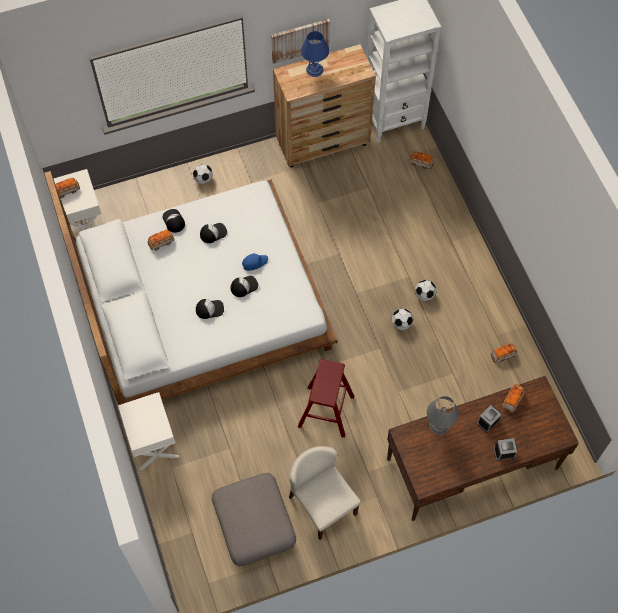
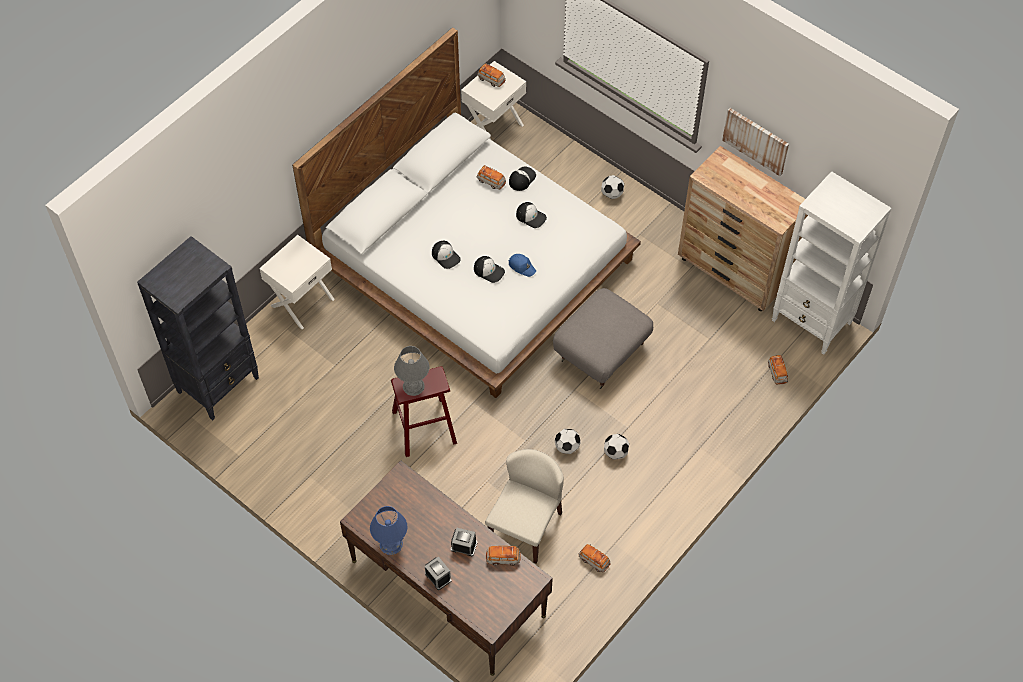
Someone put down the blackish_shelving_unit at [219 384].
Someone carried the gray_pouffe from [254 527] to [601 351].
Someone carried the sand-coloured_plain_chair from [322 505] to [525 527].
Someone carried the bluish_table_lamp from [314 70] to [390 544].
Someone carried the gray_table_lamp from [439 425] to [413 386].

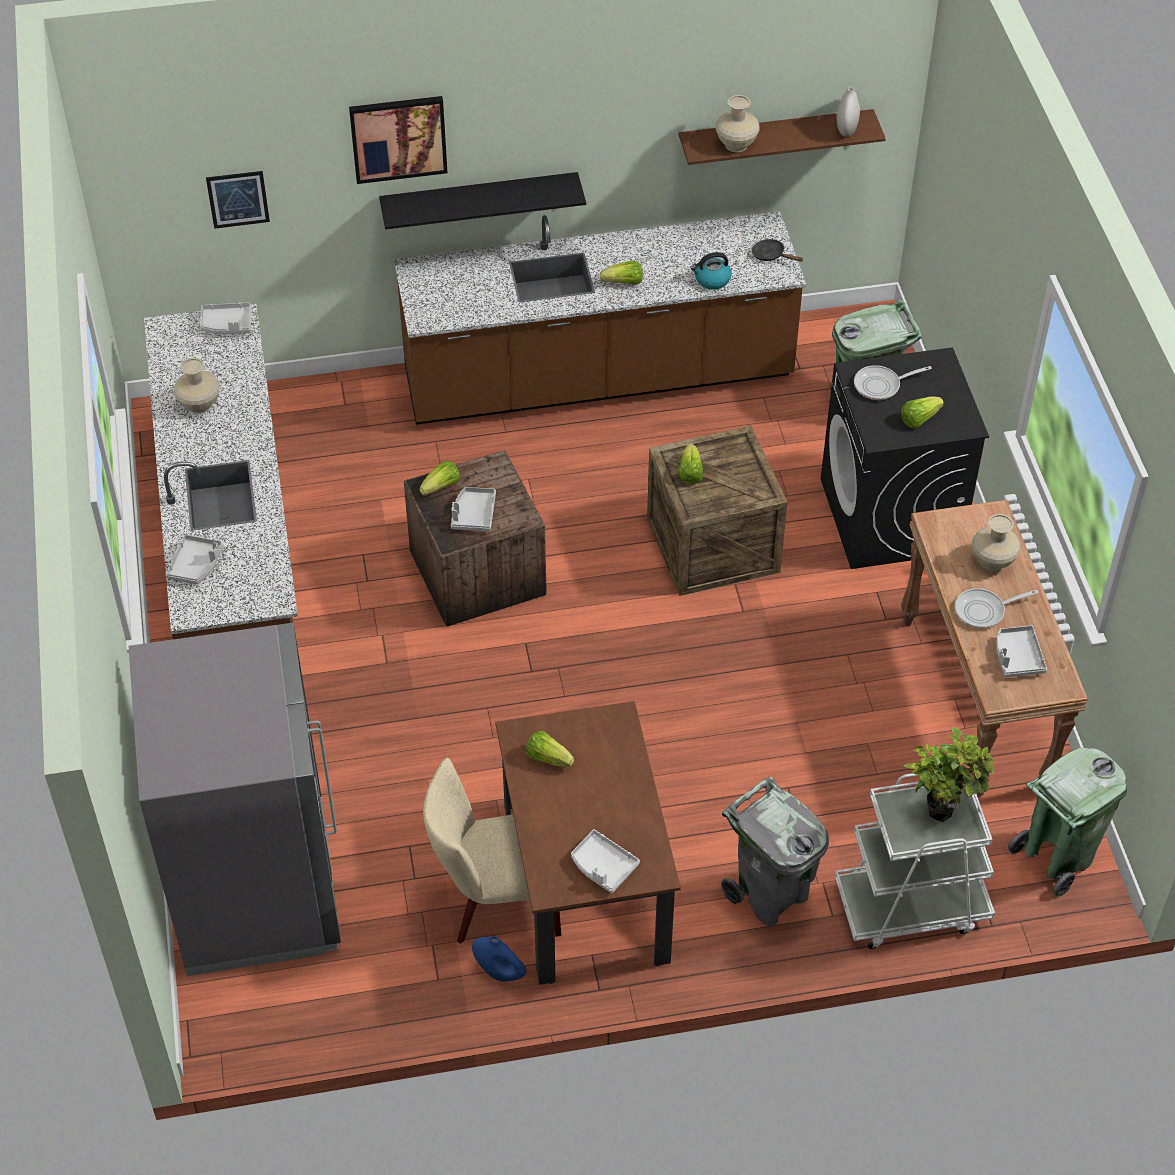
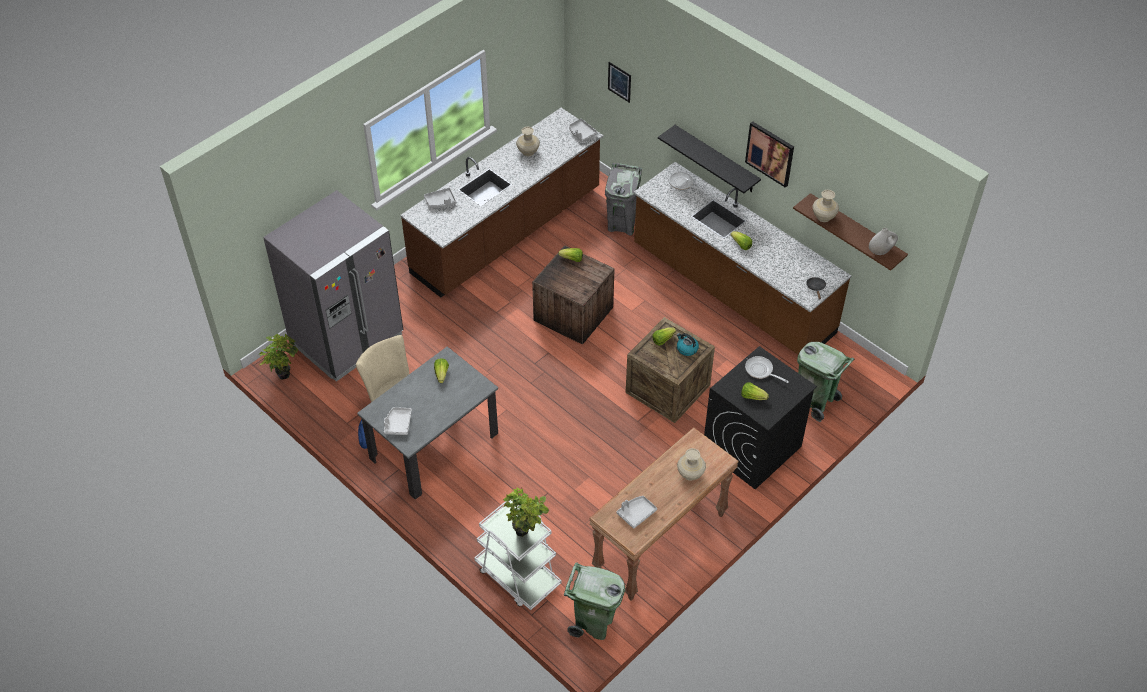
Someone took away the gray_serving_tray at [473 515].
Someone put down the potted_plant at [283 373].
Someone carried the wall_art from [398 138] to [770 153].
Someone carried the water_kettle from [711 280] to [686 349].
Someone carried the gray_trash_can from [770 895] to [622 224].
Someone carried the skillet from [984 611] to [682 184].
Someone repainted the brown-coloured_kitchen_table at [585 884], which became the gray_kitchen_table at [434 446].

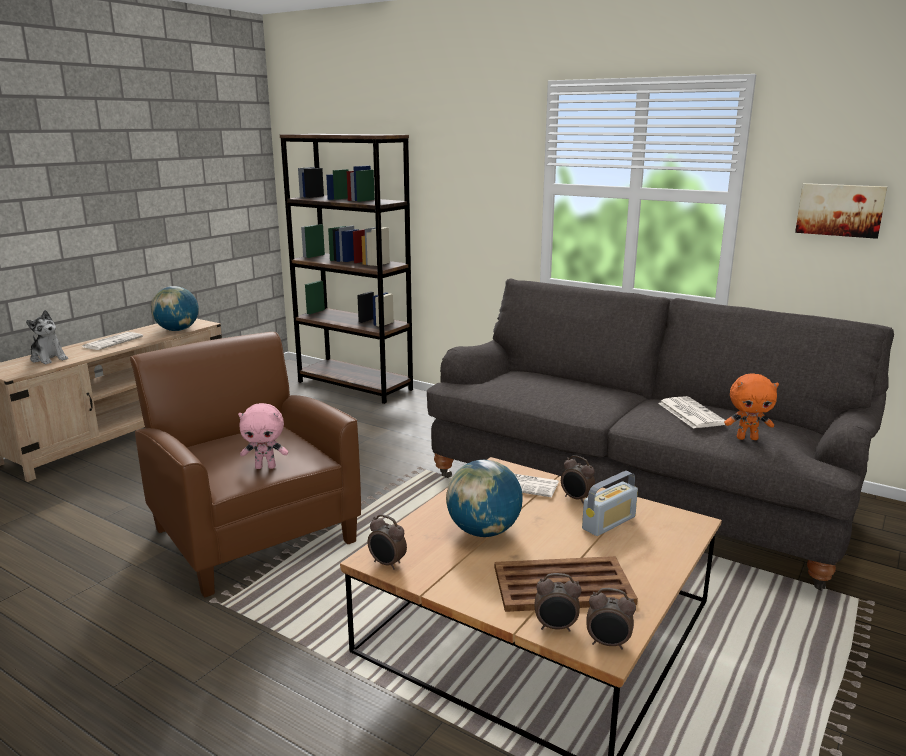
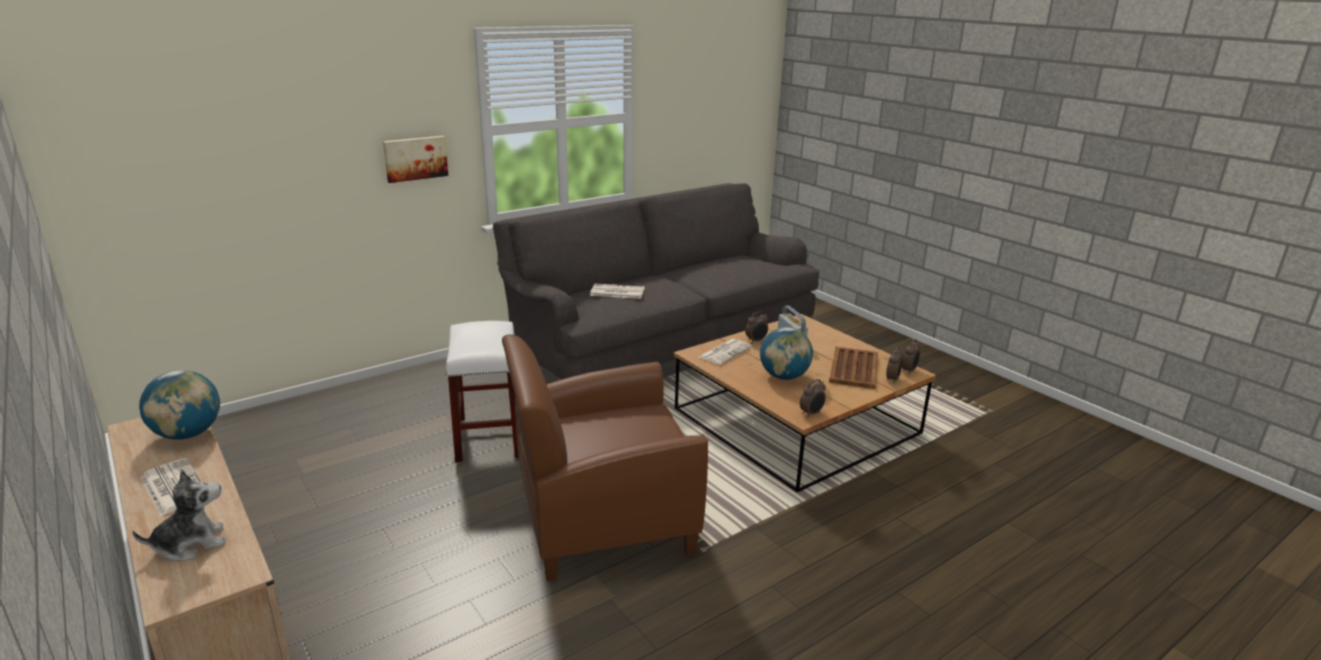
Someone took away the pink-coloured_cuddly_toy at [266 467].
Someone took away the brown-coloured_shelving_unit at [355 386].
Someone took away the orangey_cuddly_toy at [747 438].
Someone put down the whitish_stool at [488 437].
Someone carried the daily_paper from [690 413] to [616 292].
Someone carried the wall_art from [840 210] to [415 158].

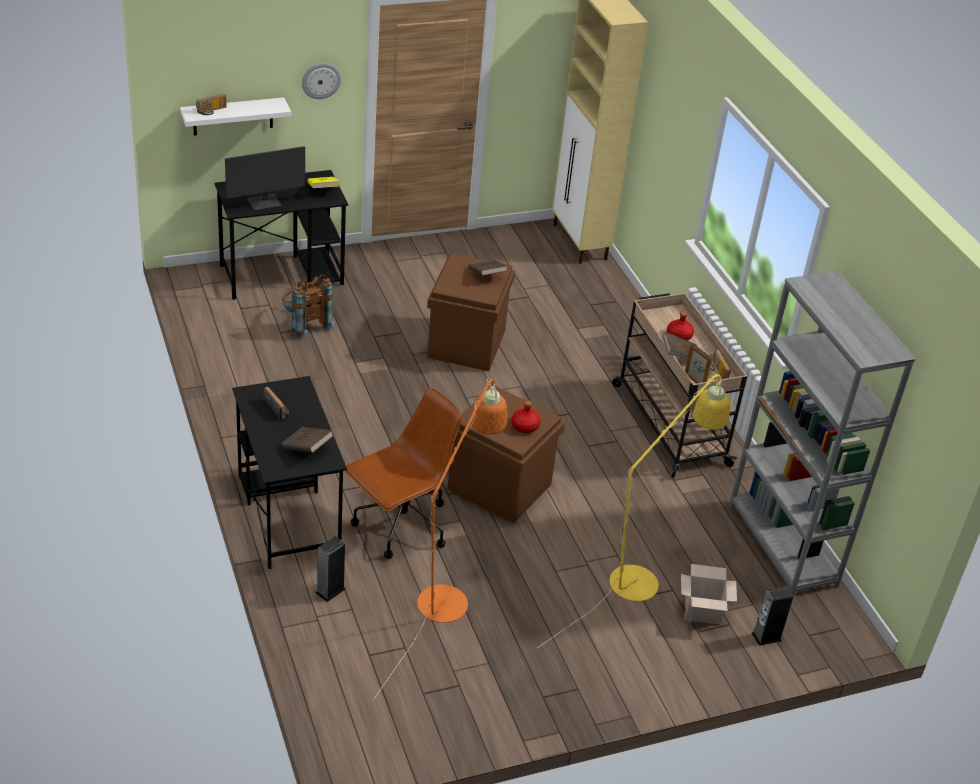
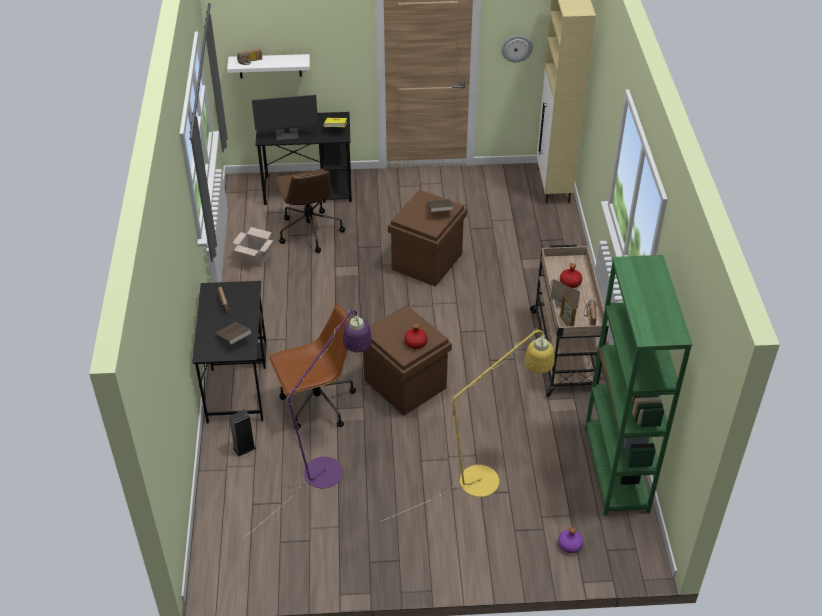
Someone carried the clock_on_the_wall from [321 80] to [516 48].
Someone carried the packing_box from [701 611] to [254 259].
Someone swapped the brown-coloured_knapsack at [305 324] for the brown-coloured_office_chair at [309 231].
Someone swapped the speaker at [766 637] for the purple-coloured_bottle at [570 545].
Someone repainted the orangey_standard_lamp at [448 594], which became the purple-coloured_standard_lamp at [330 465].
Someone repainted the gray_shelving_unit at [782 545], which became the greenish_shelving_unit at [616 469].

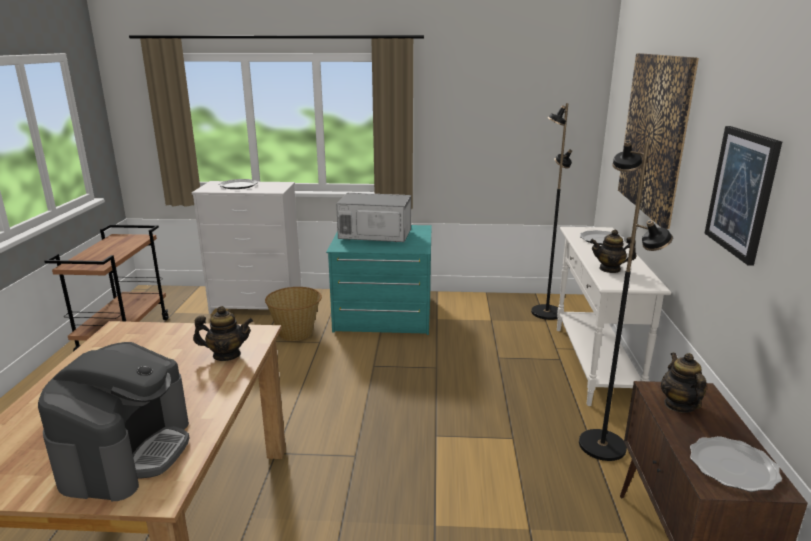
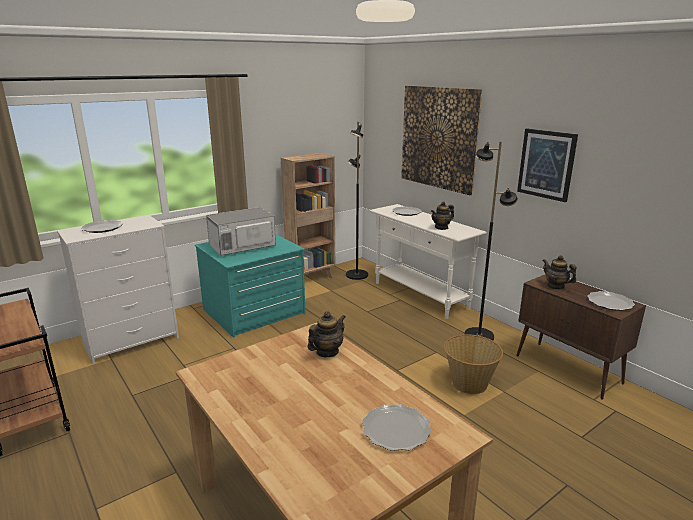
Someone put down the brown-coloured_shelving_unit at [311 278].
Someone carried the basket from [296 333] to [469 383].
Someone swapped the coffee_brewer at [127 452] for the plate at [395 429].

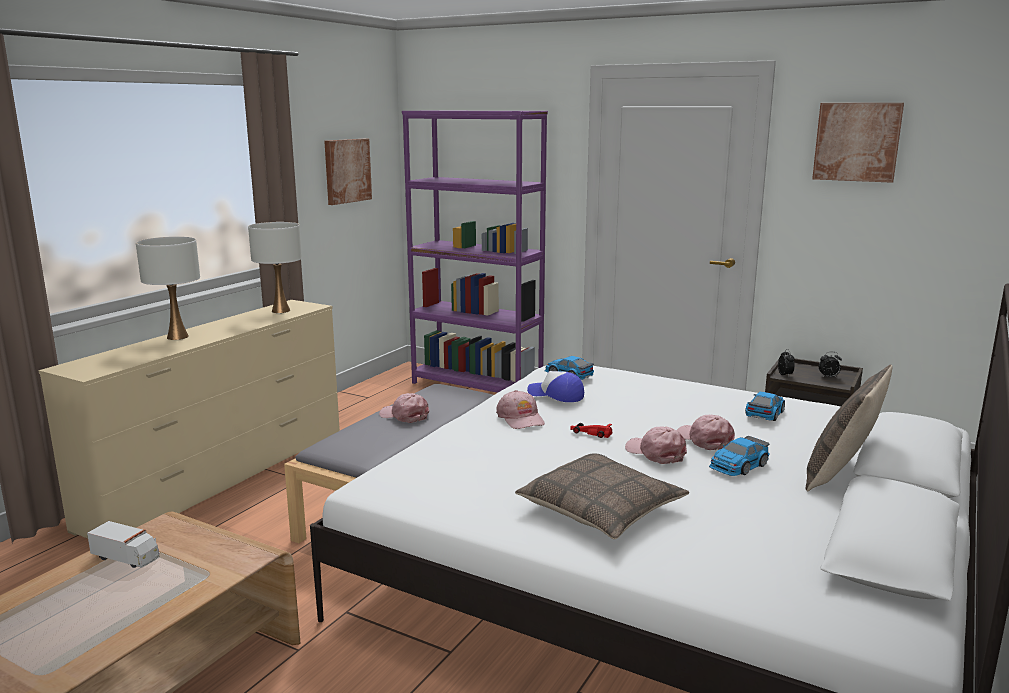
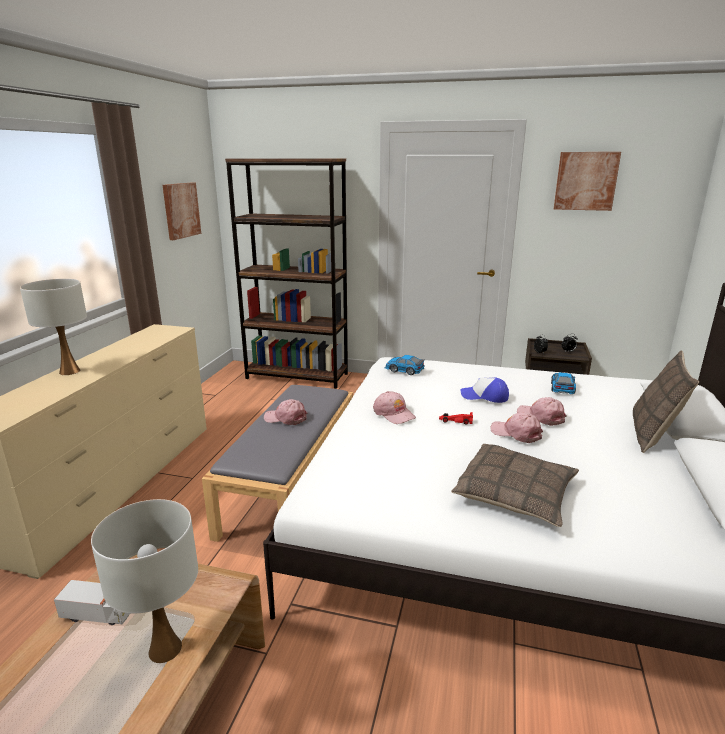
Someone took away the toy_car at [738 466].
Someone carried the whitish_table_lamp from [281 310] to [165 648].
Someone carried the baseball_cap from [556 395] to [484 396].
Someone repainted the purple-coloured_shelving_unit at [477 386], which became the brown-coloured_shelving_unit at [297 376].

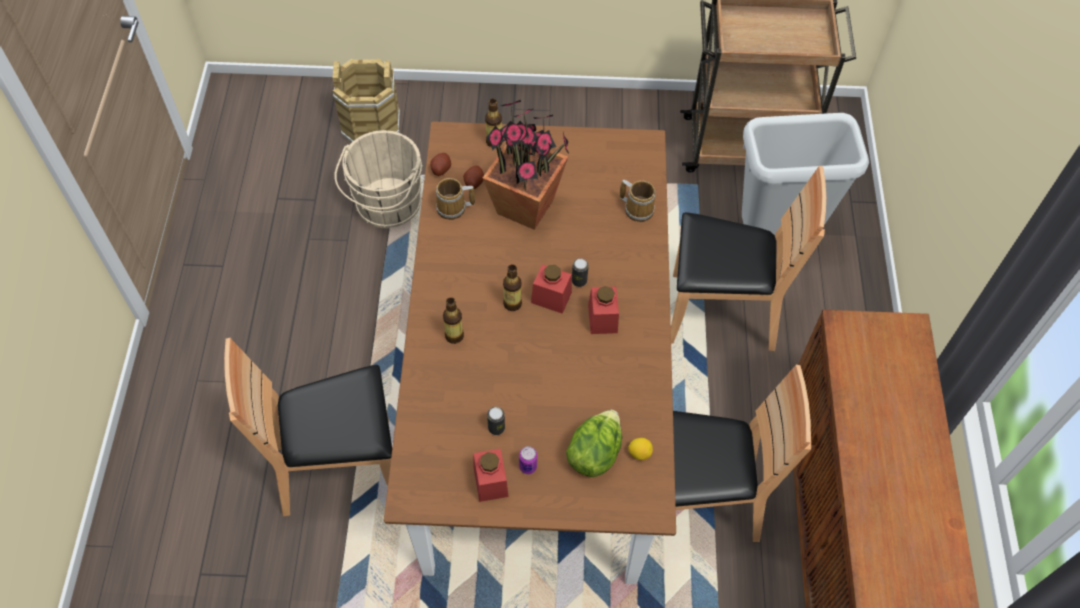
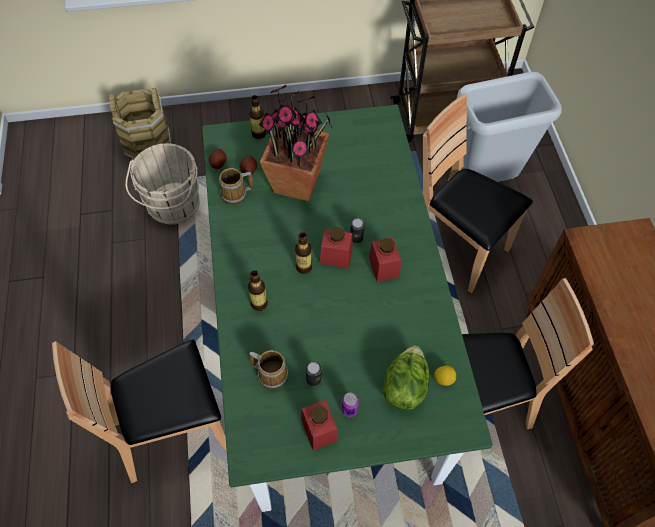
Someone carried the coffee_mug from [637 208] to [271 373].
Someone repainted the brown-coloured_kitchen_table at [539 397], which became the greenish_kitchen_table at [328 341].
Someone rotated the brown-coloured_plain_chair at [720 313] by 135 degrees counterclockwise.

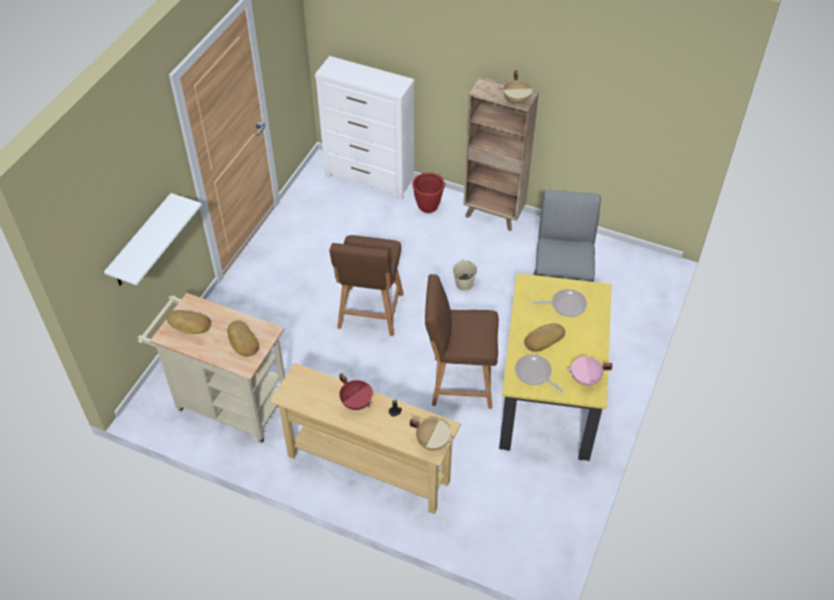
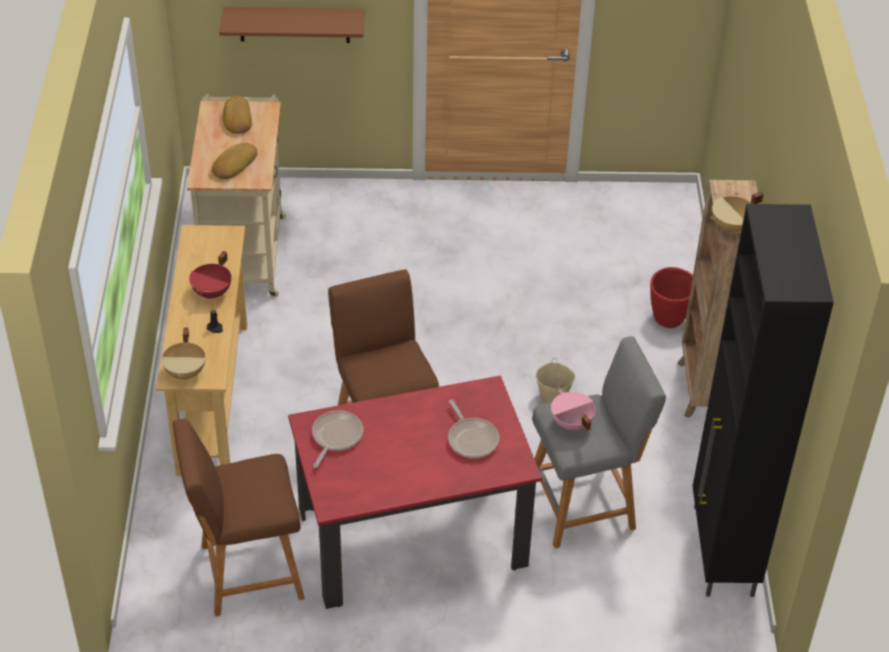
Someone took away the whitish_drawer_chest at [370 179].
Someone took away the bakery_bread at [543 339].
Someone put down the blackish_cabinet at [722 552].
Someone carried the brown-coloured_stool from [370 314] to [245 573].
Someone carried the pink-coloured_cooking_pot from [585 379] to [571 423].
Someone repainted the whitish_shelf at [141 242], which became the brown-coloured_shelf at [294 24].
Someone repainted the yellow-coloured_kitchen_table at [548 396], which became the red-coloured_kitchen_table at [412 538].

